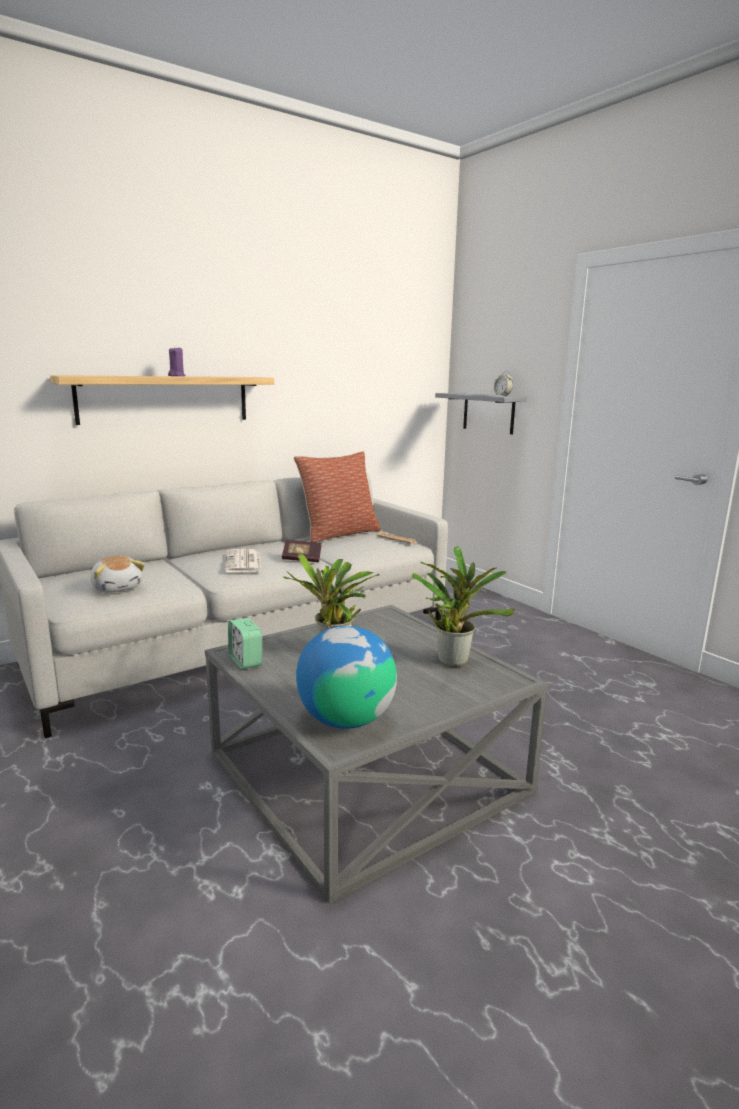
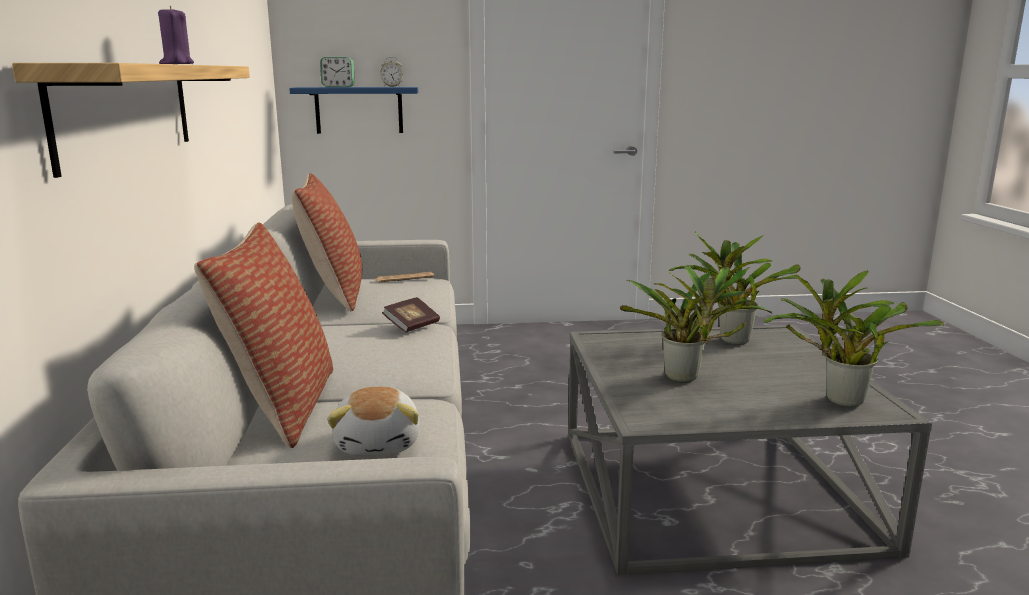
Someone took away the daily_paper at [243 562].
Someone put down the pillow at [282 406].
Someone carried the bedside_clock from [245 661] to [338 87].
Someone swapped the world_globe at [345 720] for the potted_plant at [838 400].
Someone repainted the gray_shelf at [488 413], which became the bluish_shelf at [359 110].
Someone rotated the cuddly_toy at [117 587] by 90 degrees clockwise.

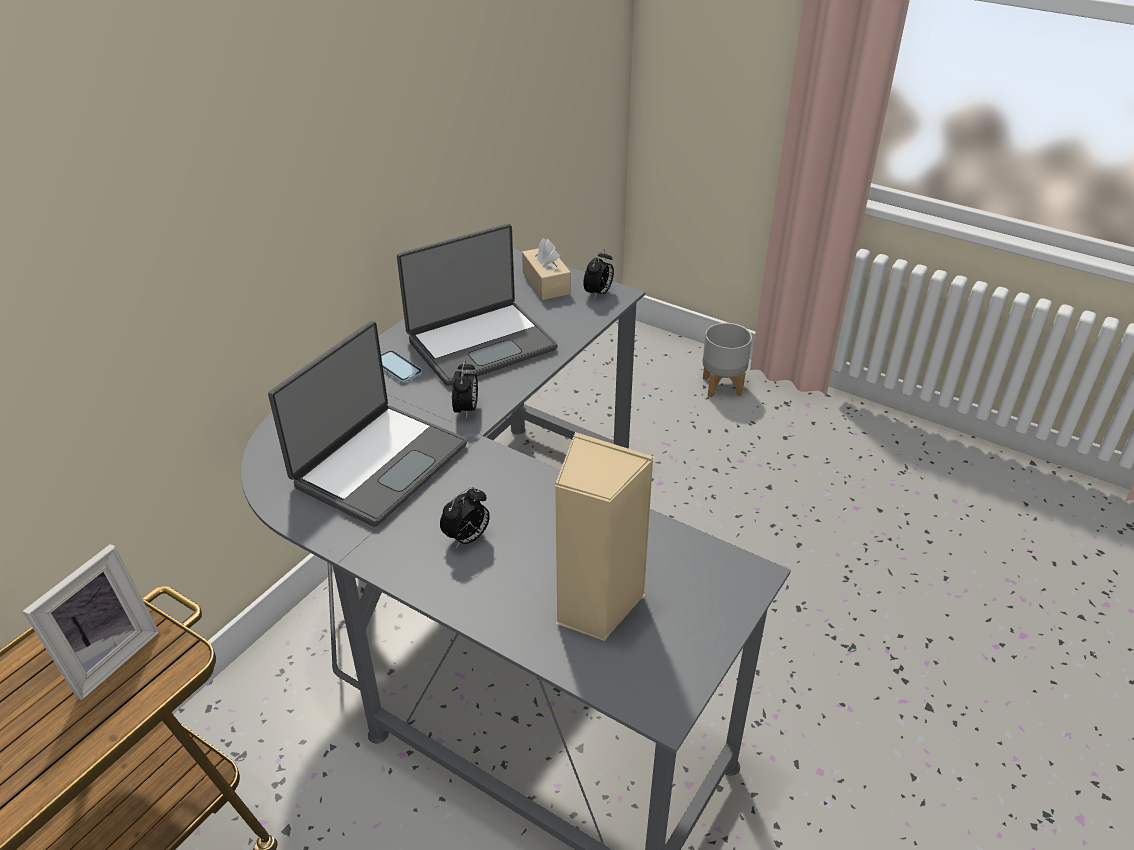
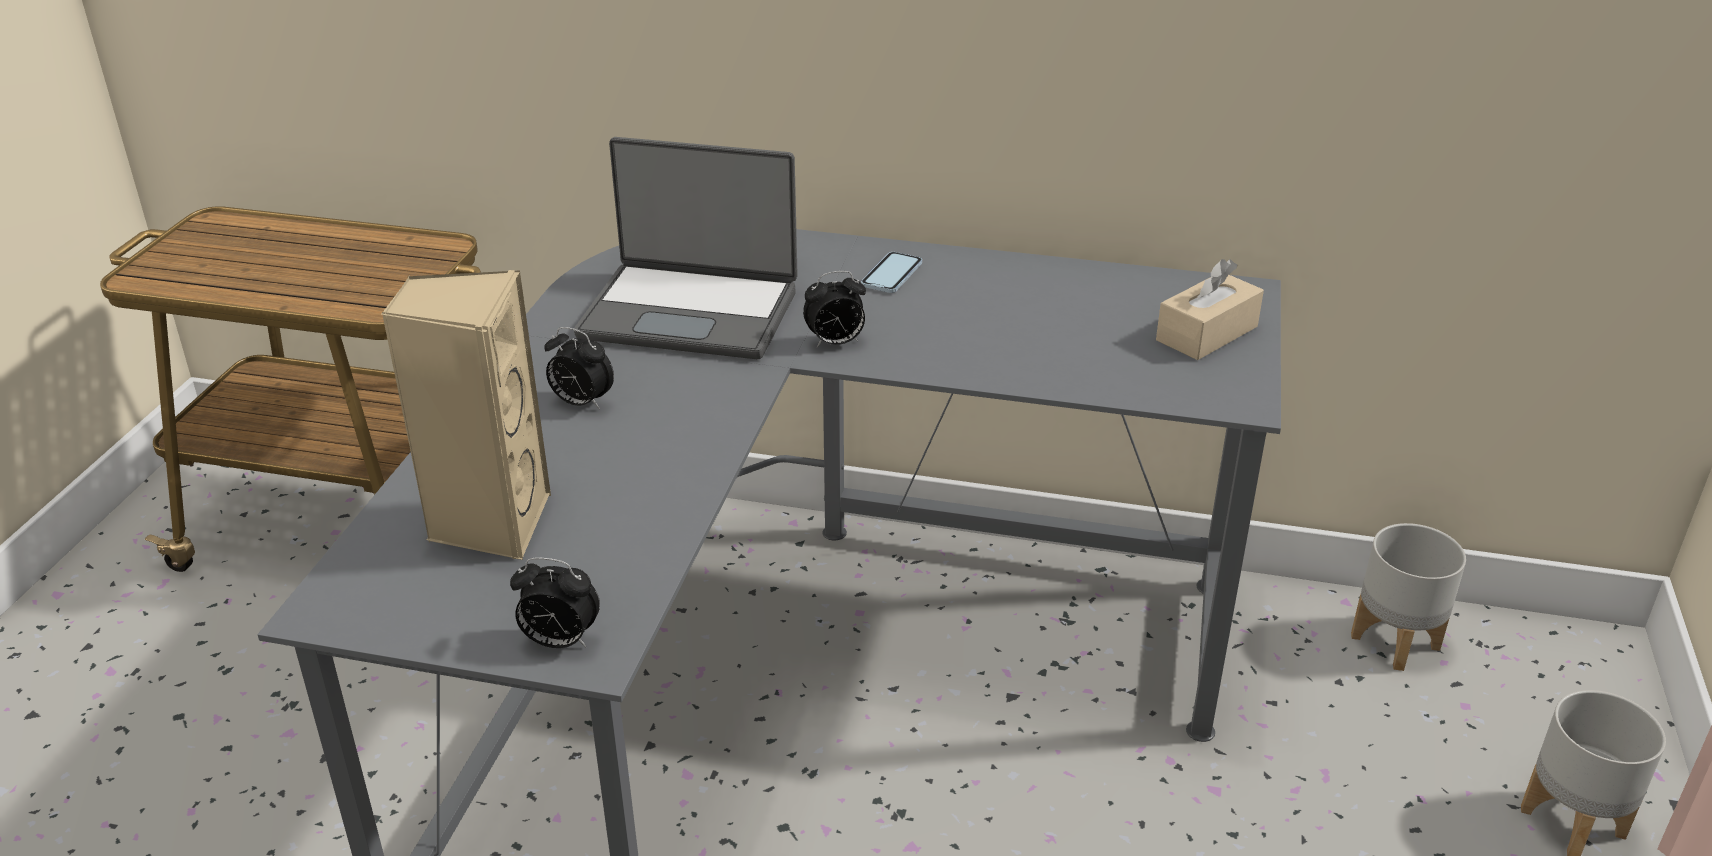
Someone took away the picture_frame at [107 657].
Someone took away the notebook_computer at [480 343].
Someone put down the gray_flower_pot at [1396 641].
Someone carried the bedside_clock from [598 293] to [559 641].

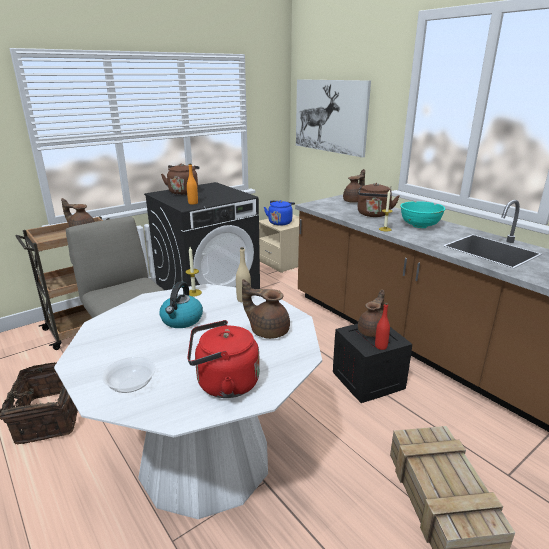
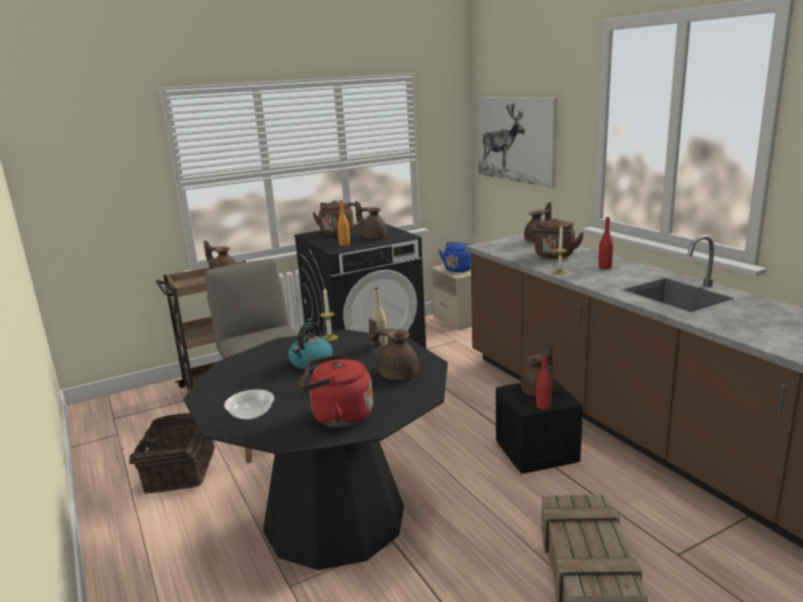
Someone put down the brown-coloured_pot_for_tea at [373 237].
Someone swapped the blue-green_bowl at [419 225] for the red-coloured_bottle at [605 267].
Someone repainted the whitish_kitchen_table at [205 459], which became the blackish_kitchen_table at [335 518].

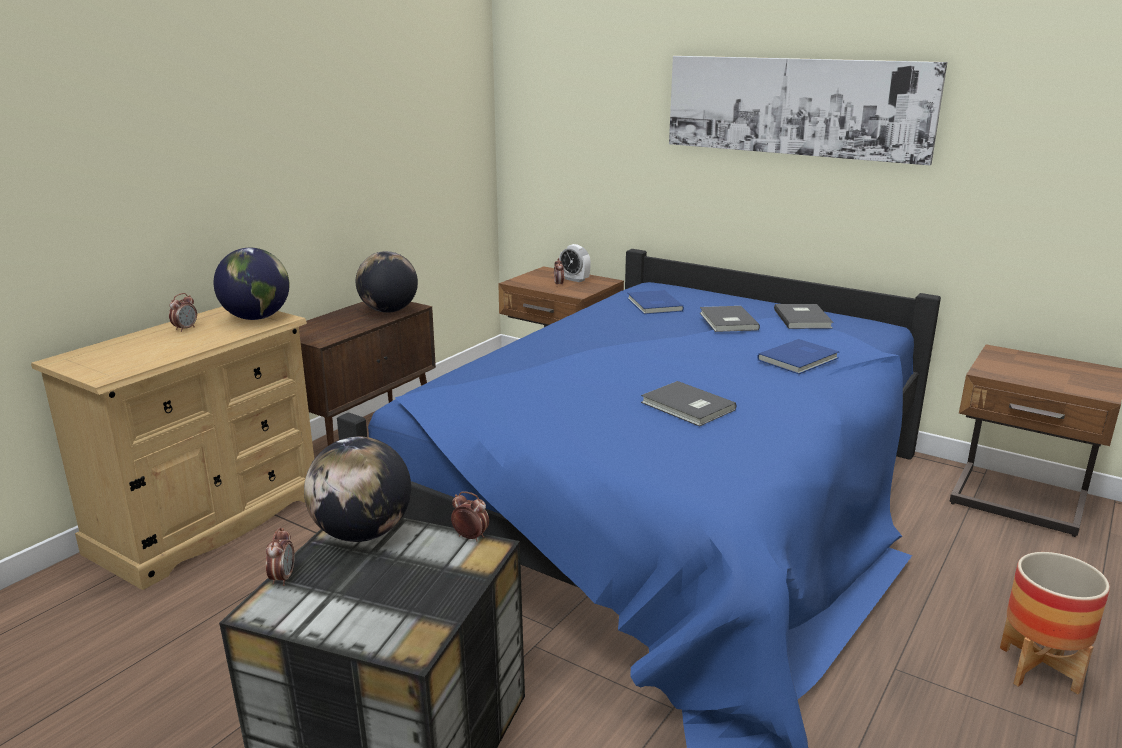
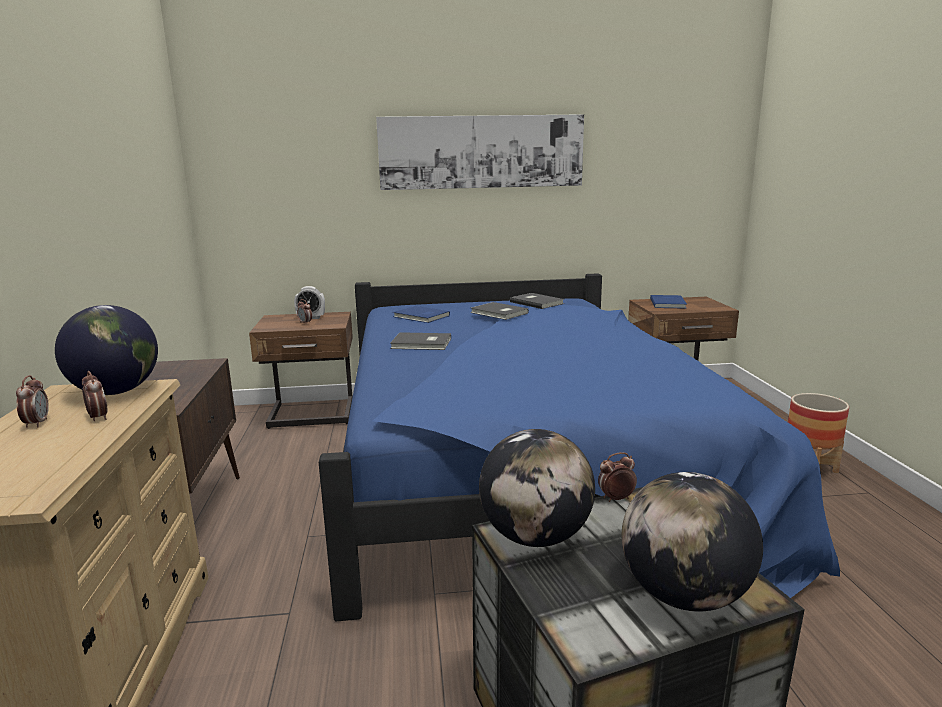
Someone carried the bedside_clock from [282 578] to [98 417].
Someone carried the world_globe from [388 311] to [684 595].
Someone carried the gray_bound_book from [687 407] to [422 344].
Someone carried the bluish_bound_book from [800 359] to [669 303].

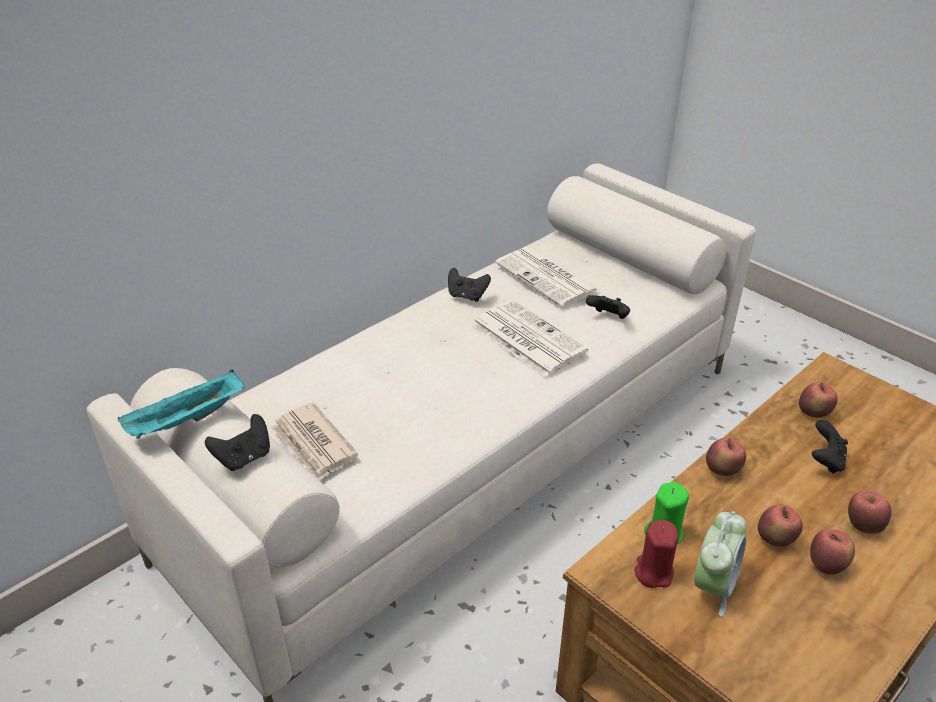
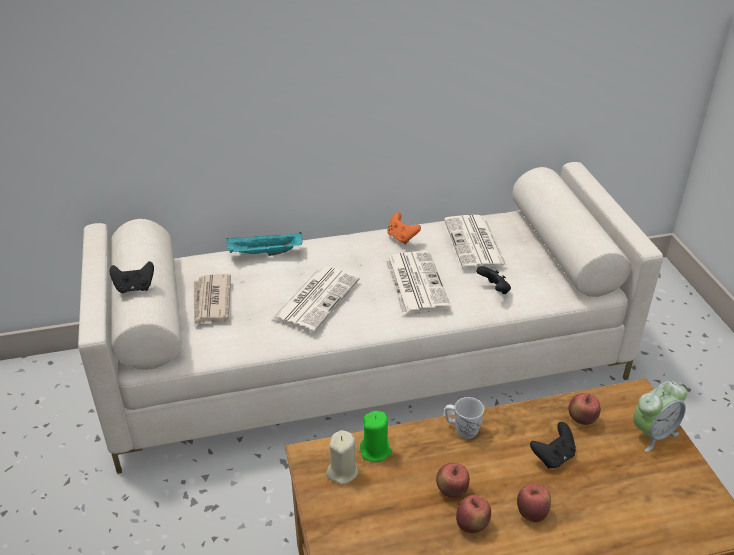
Someone put down the daily_paper at [316 298].
Someone carried the blue-green_serving_tray from [187 421] to [264 254].
Someone carried the bedside_clock from [713 586] to [653 434].
Someone swapped the apple_fruit at [722 471] for the whitish_coffee_mug at [462 429].
Someone repainted the blackish_game_controller at [467 296], which became the orangey_game_controller at [401 238].
Someone repainted the red-coloured_candle at [653 572], which became the sand-coloured_candle at [342 471].

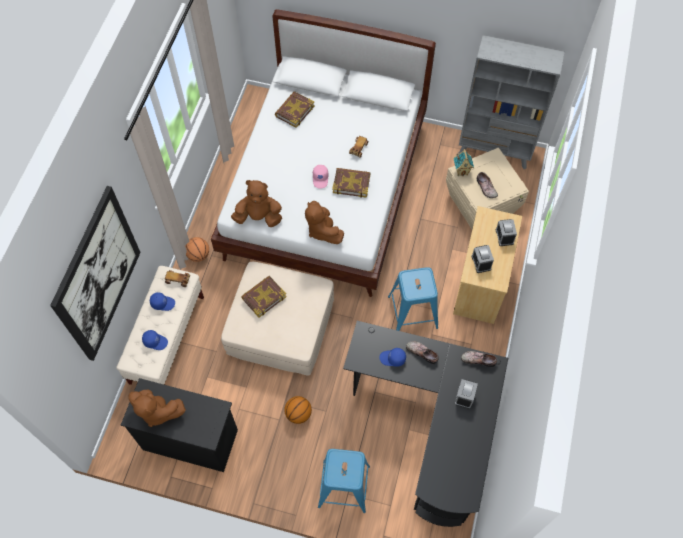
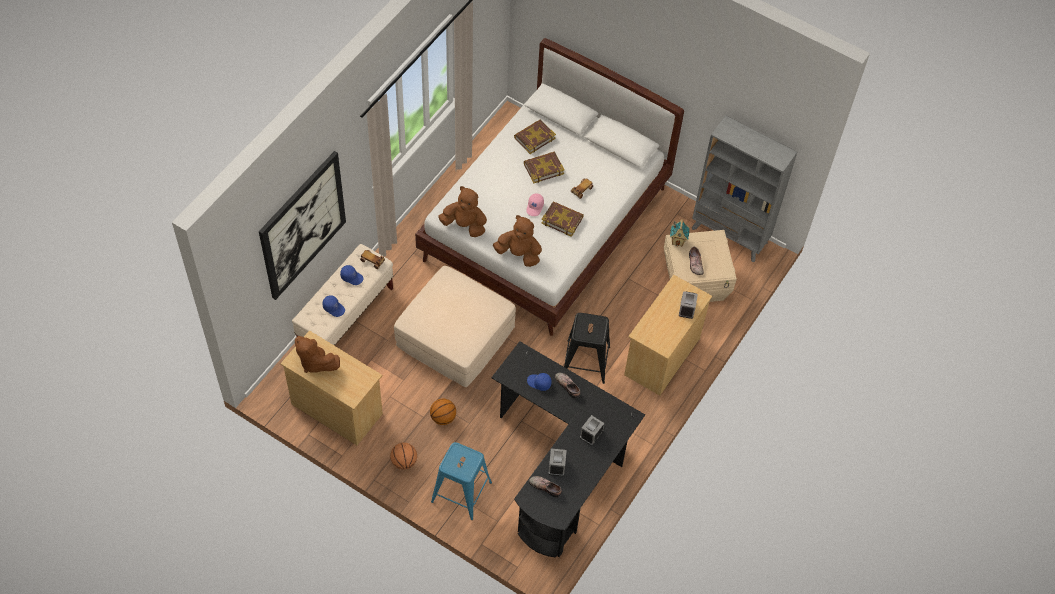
Someone carried the ball_for_basketball from [198 255] to [404 462].
Someone carried the bound_book from [263 297] to [543 168].
Someone carried the item_of_footwear from [478 359] to [545 486].
Someone carried the bedside_clock from [481 262] to [557 465].
Someone repainted the blackish_drawer_chest at [190 439], which became the sand-coloured_drawer_chest at [336 408].
Someone repainted the bluish_stool at [412 312], which became the blackish_stool at [585 361].
Someone rotated the brown-coloured_cuddly_toy at [322 230] by 120 degrees clockwise.

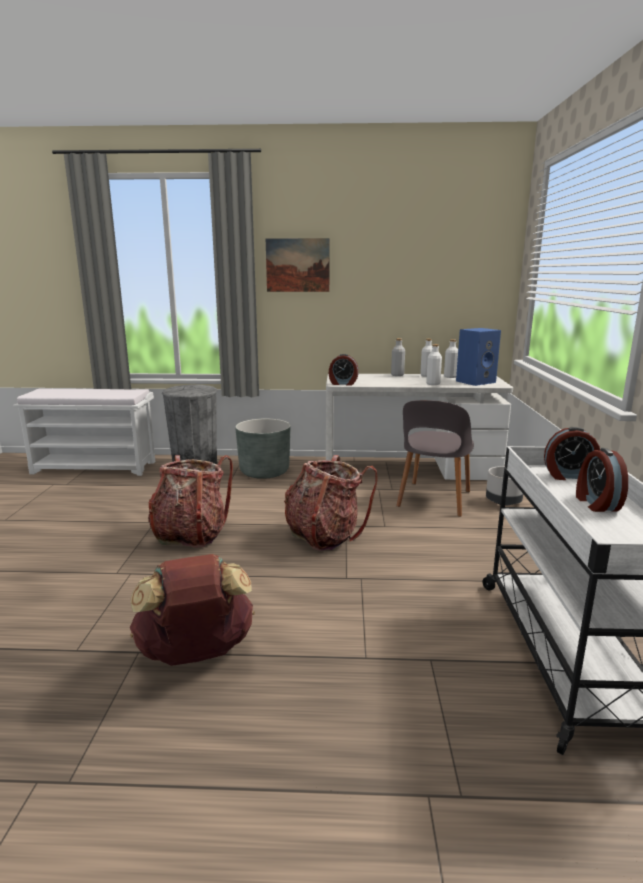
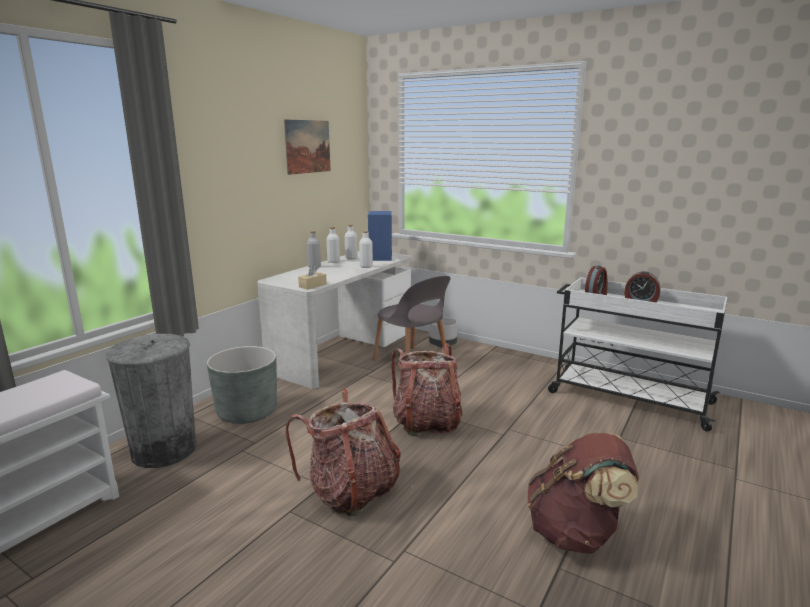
Someone carried the wall_art from [297 265] to [307 146].
Someone swapped the bedside_clock at [343 383] for the sand-coloured_tissue_holder at [312 285].

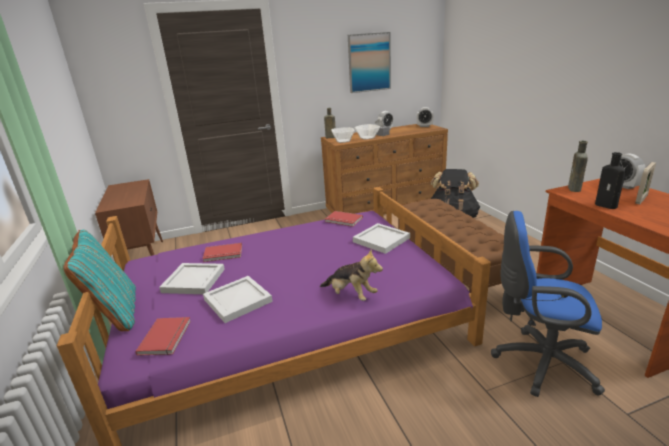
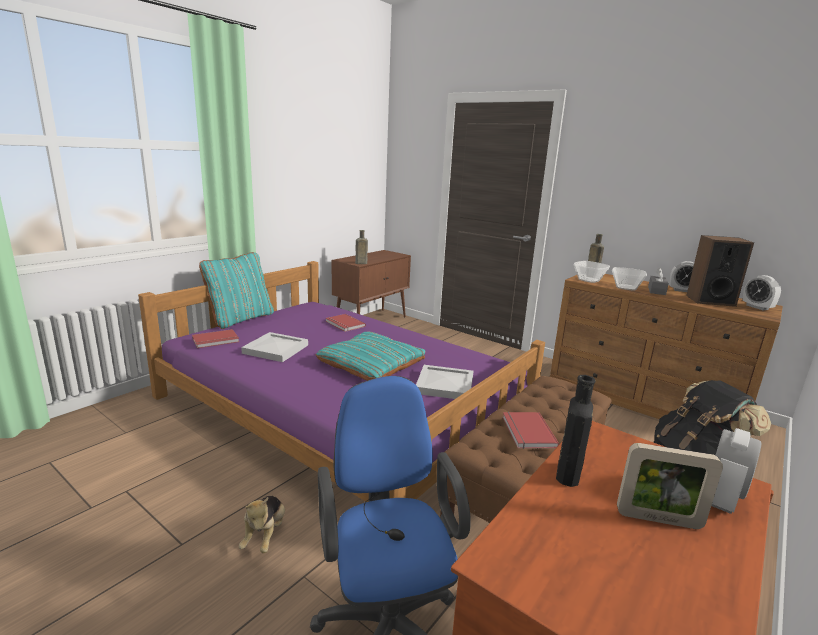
Someone took away the whitish_serving_tray at [193 281].
Someone took away the wall_art at [369 62].
Someone put down the blue-green_pillow at [371 363].
Someone put down the speaker at [710 300].
Someone carried the cuddly_toy from [351 295] to [265 535].
Someone carried the red-coloured_bound_book from [343 220] to [527 432].
Someone carried the brown-coloured_bottle from [574 189] to [360 263].

